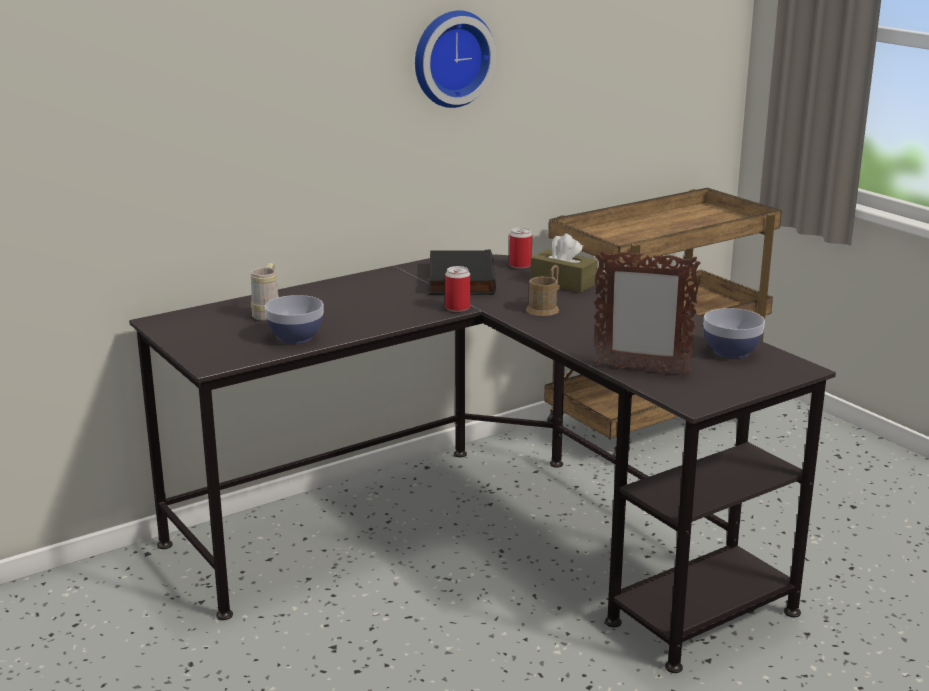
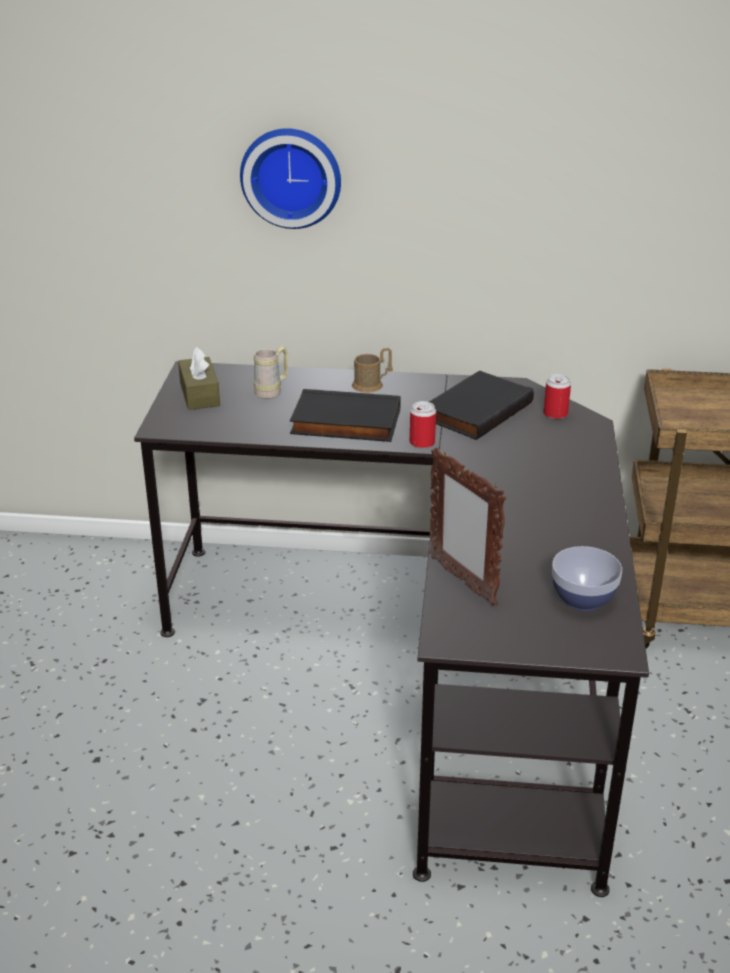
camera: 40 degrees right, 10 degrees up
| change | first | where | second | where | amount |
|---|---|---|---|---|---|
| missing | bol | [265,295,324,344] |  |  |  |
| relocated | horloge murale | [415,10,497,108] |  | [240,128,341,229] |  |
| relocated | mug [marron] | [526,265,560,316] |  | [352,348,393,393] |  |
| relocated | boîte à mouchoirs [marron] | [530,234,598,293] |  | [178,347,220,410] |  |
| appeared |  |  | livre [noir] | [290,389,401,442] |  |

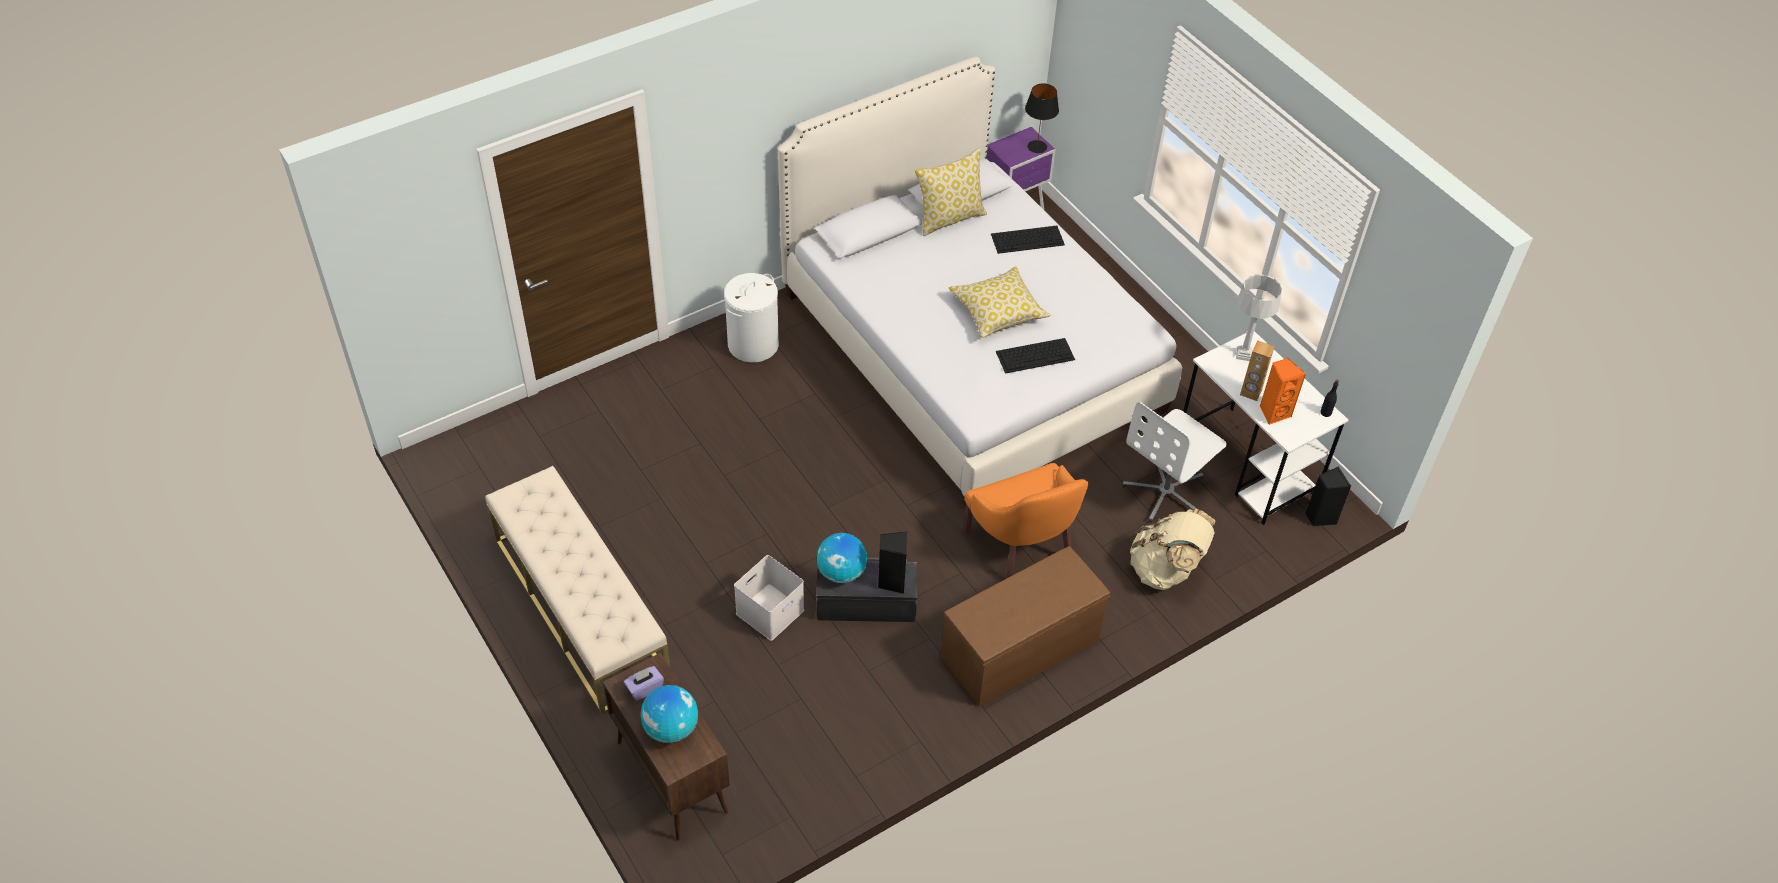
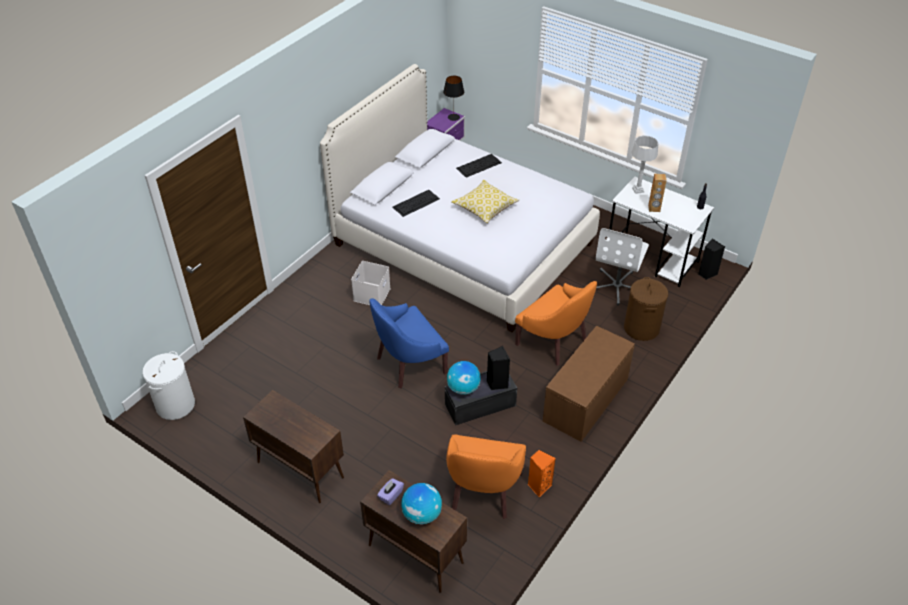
camera: 20 degrees left, 5 degrees down
| change | first | where | second | where | amount |
|---|---|---|---|---|---|
| exchanged | banc [beige] | [485,466,670,715] | meuble de rangement [marron] | [243,390,344,503] |  |
| relocated | panier à linge [blanc] | [724,273,779,363] |  | [142,351,195,420] |  |
| relocated | boîte de rangement [blanc] | [734,555,804,641] |  | [351,261,391,305] |  |
| missing | coussin | [915,148,987,236] |  |  |  |
| relocated | clavier | [996,338,1075,373] |  | [392,190,440,217] |  |
| exchanged | sac à dos [beige] | [1130,509,1216,590] | panier à linge [marron] | [624,277,668,341] |  |
| relocated | enceinte [orange] | [1260,358,1306,425] |  | [528,450,556,497] |  |
| appeared |  |  | fauteuil [bleu] | [369,298,449,389] |  |
| appeared |  |  | fauteuil [orange] | [446,435,526,519] |  |

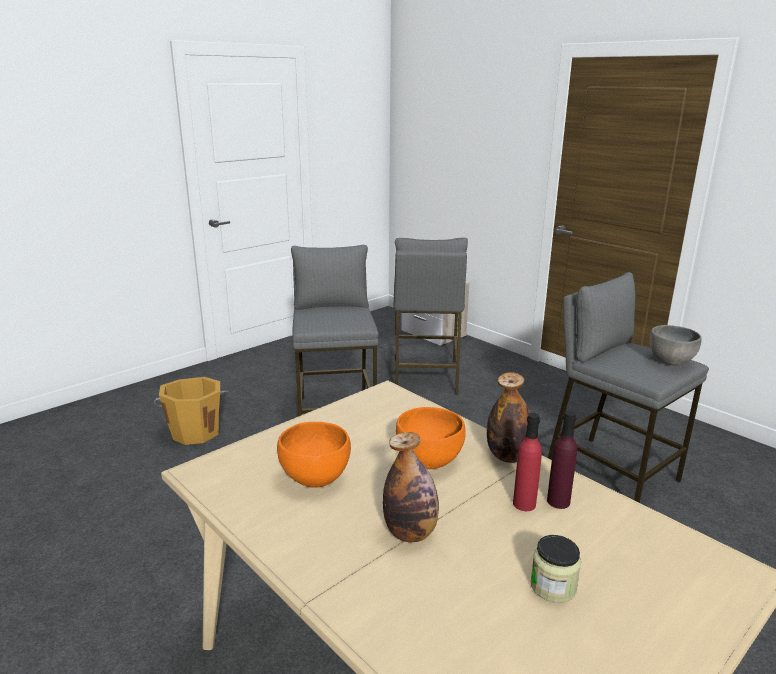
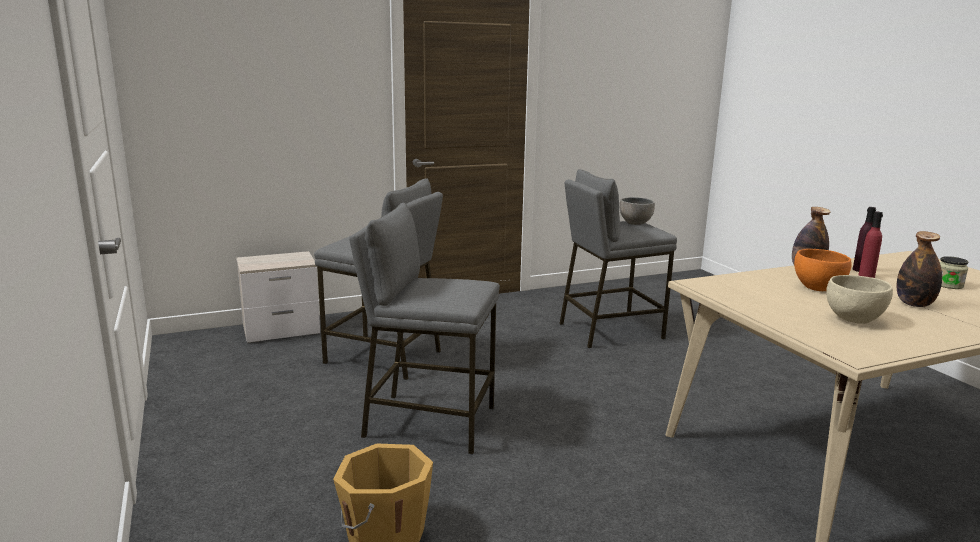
camera: 70 degrees left, 5 degrees down
| change | first | where | second | where | amount |
|---|---|---|---|---|---|
| colour | bol [orange] | [277,422,351,488] | bol [beige] | [826,275,893,324] |  |

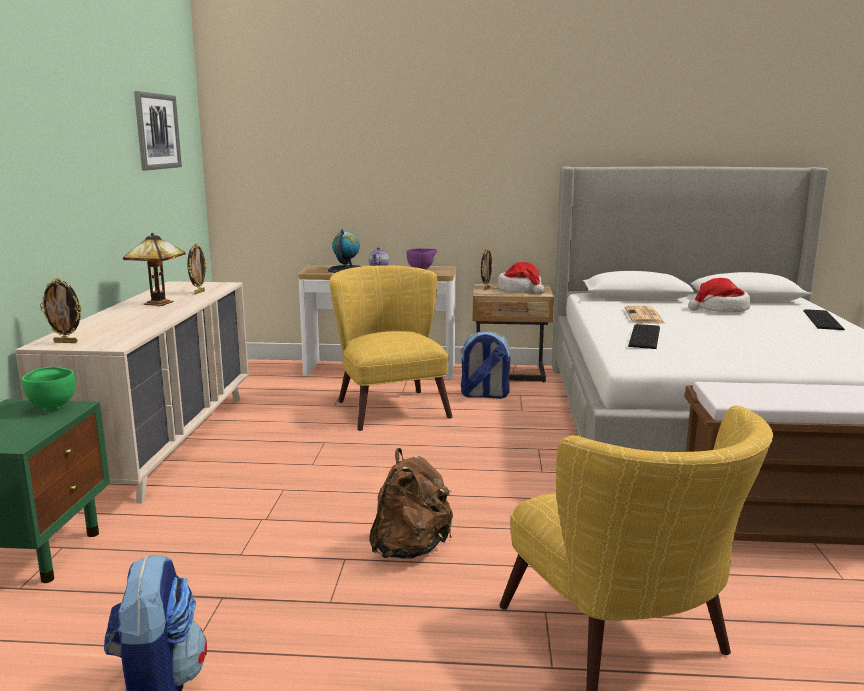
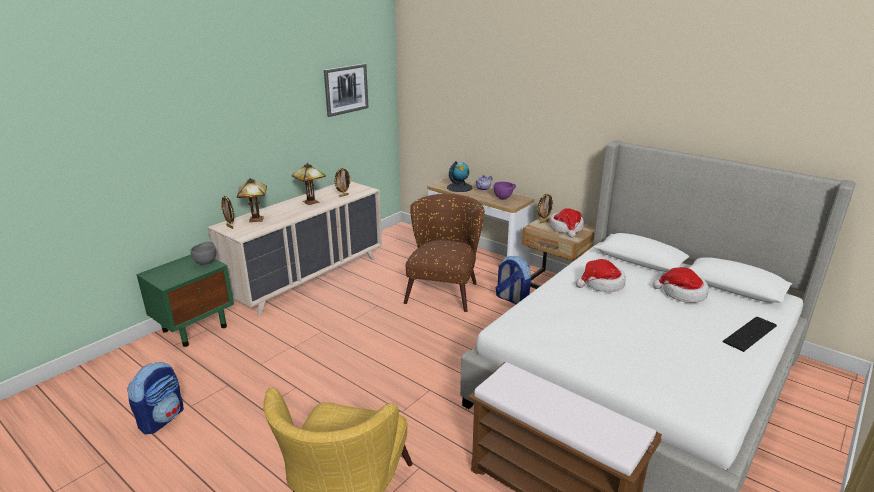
camera: 35 degrees right, 10 degrees up
| change | first | where | second | where | amount |
|---|---|---|---|---|---|
| colour | bol [vert] | [22,367,75,411] | bol [gris] | [190,242,216,266] |  |
| colour | fauteuil [jaune] | [330,265,452,431] | fauteuil [marron] | [404,194,485,312] |  |
| missing | sac à dos [marron] | [369,448,453,559] |  |  |  |
| exchanged | journal | [625,305,665,324] | chapeau | [576,259,626,292] |  |
| missing | clavier | [628,324,660,349] |  |  |  |
| appeared |  |  | lampe de table | [237,178,267,222] |  |

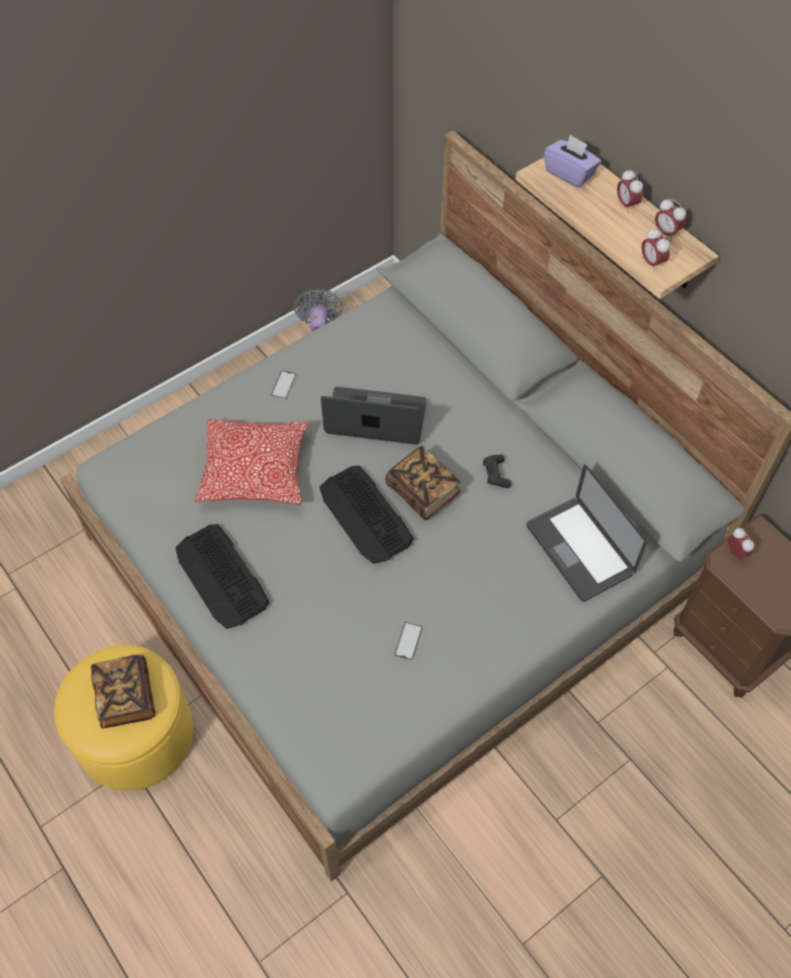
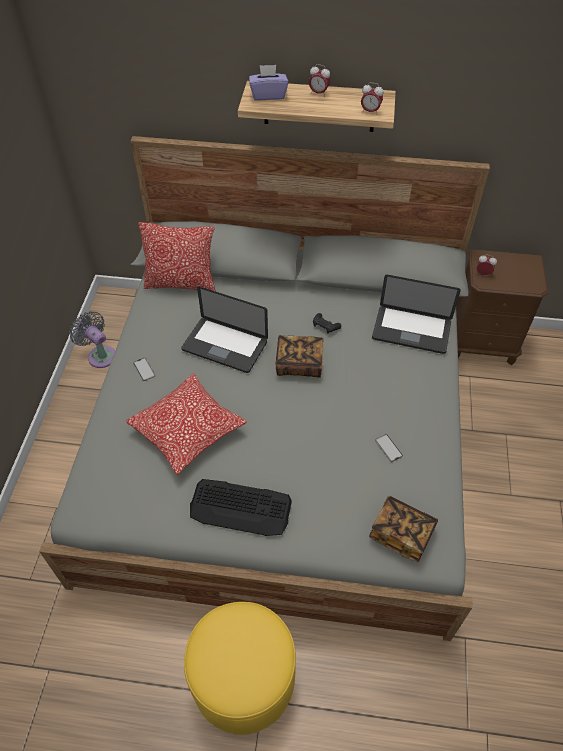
camera: 45 degrees left, 5 degrees down
| change | first | where | second | where | amount |
|---|---|---|---|---|---|
| relocated | livre | [91,654,156,729] |  | [369,496,438,562] |  |
| missing | clavier | [319,466,414,564] |  |  |  |
| spun | ordinateur portable | [321,387,427,444] |  | [181,286,268,373] | 120 degrees counterclockwise |
| missing | réveil | [655,199,686,241] |  |  |  |
| appeared |  |  | coussin | [138,222,215,291] |  |

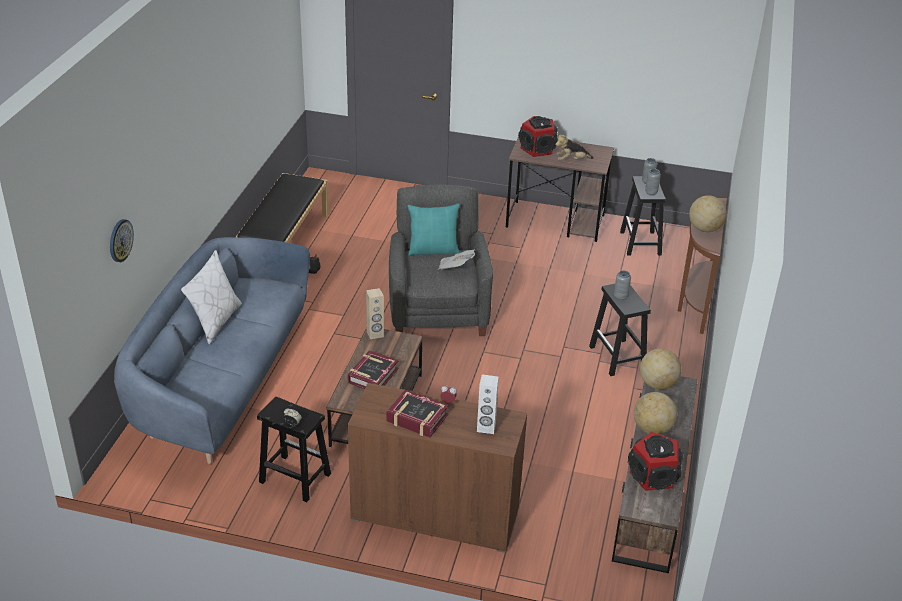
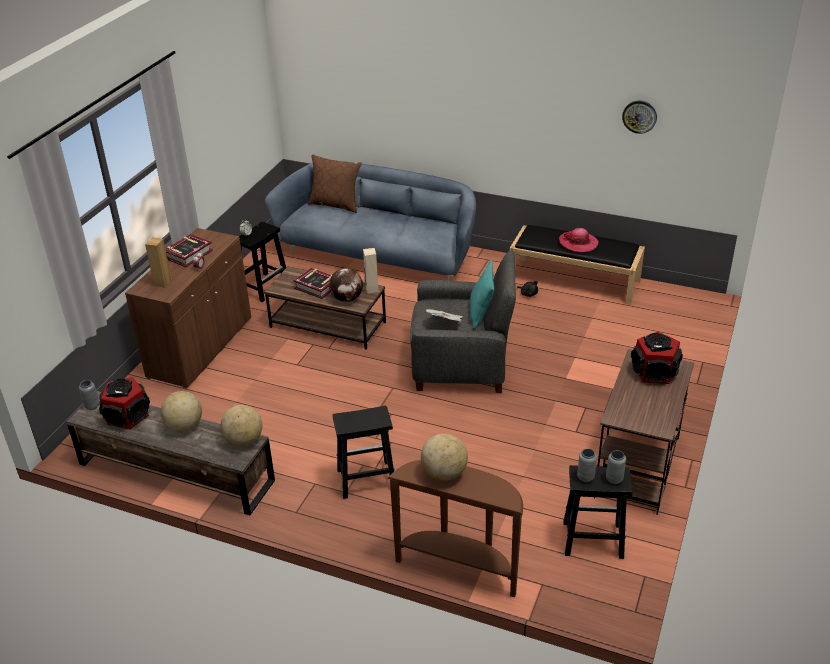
camera: 100 degrees right, 0 degrees up
| change | first | where | second | where | amount |
|---|---|---|---|---|---|
| relocated | horloge murale | [110,219,134,262] |  | [622,101,657,134] |  |
| missing | coussin [blanc] | [181,250,242,344] |  |  |  |
| colour | enceinte [blanc] | [477,375,499,434] | enceinte [marron] | [145,237,172,288] |  |
| missing | peluche | [555,133,593,160] |  |  |  |
| relocated | vase [gris] | [614,270,631,300] |  | [79,380,99,410] |  |
| appeared |  |  | coussin [marron] | [308,154,362,213] |  |
| appeared |  |  | globe | [329,268,363,302] |  |
| appeared |  |  | chapeau | [559,228,599,252] |  |

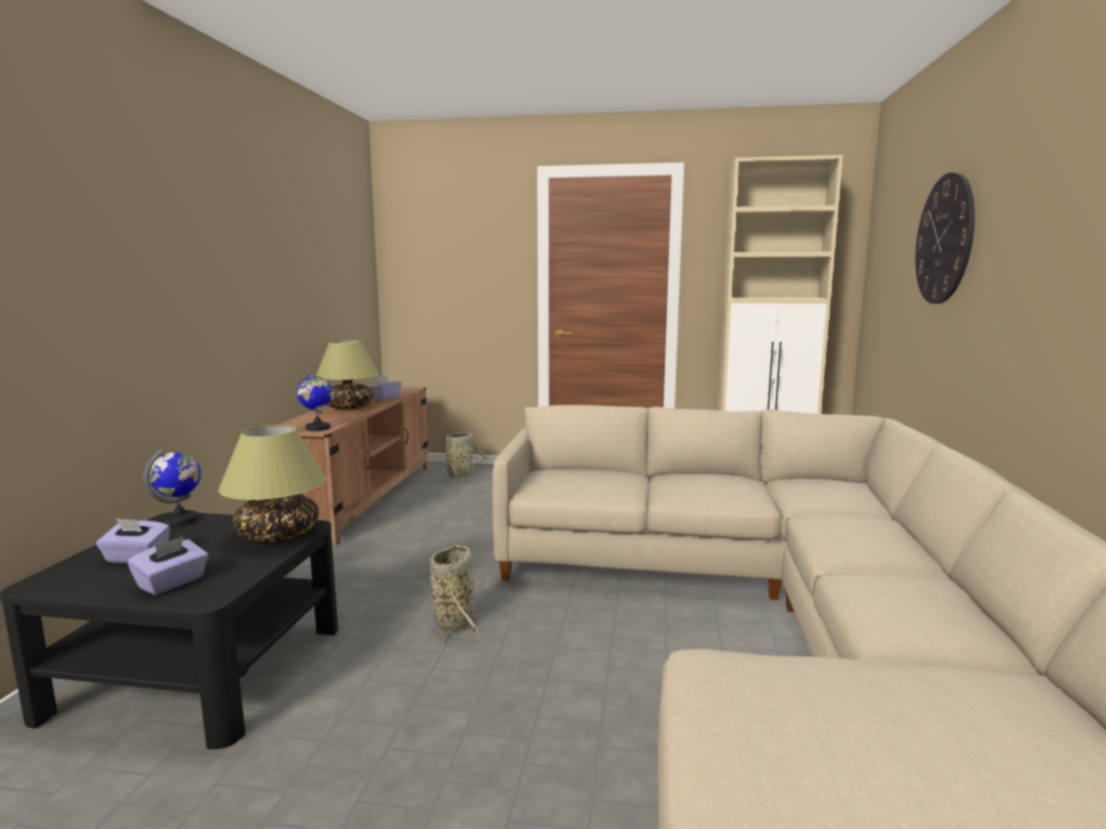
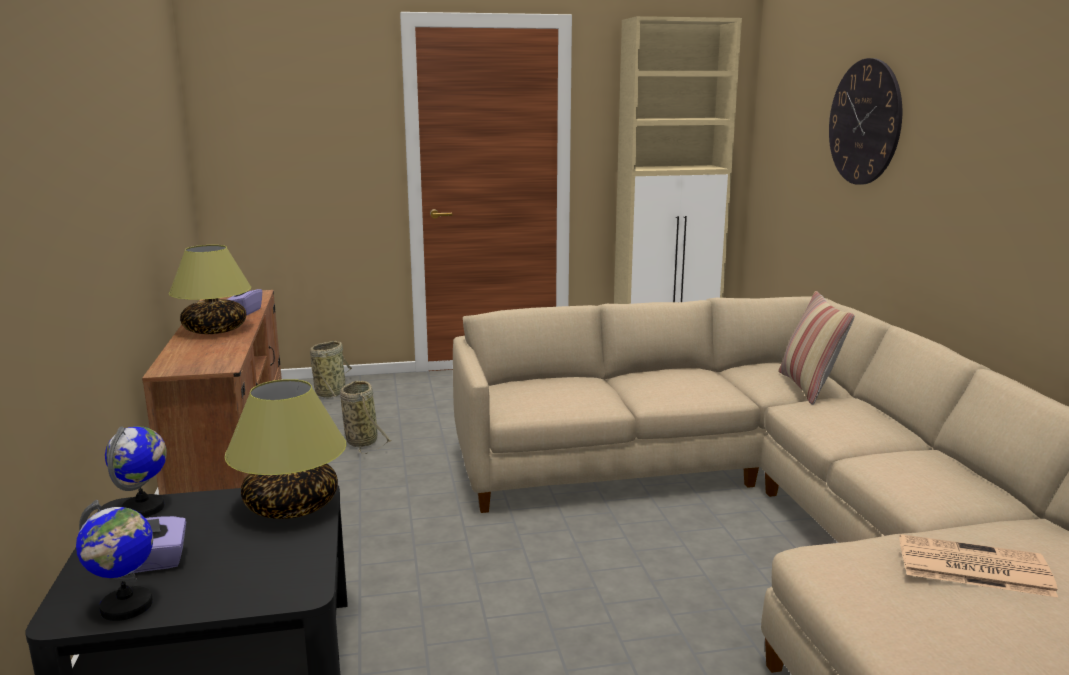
camera: 20 degrees left, 5 degrees up
| change | first | where | second | where | amount |
|---|---|---|---|---|---|
| missing | boîte à mouchoirs [violet] | [127,536,208,595] |  |  |  |
| relocated | globe | [297,371,333,431] |  | [76,500,153,621] |  |
| relocated | panier | [430,545,480,644] |  | [340,381,391,454] |  |
| appeared |  |  | coussin | [778,291,855,405] |  |
| appeared |  |  | journal | [900,534,1058,597] |  |

